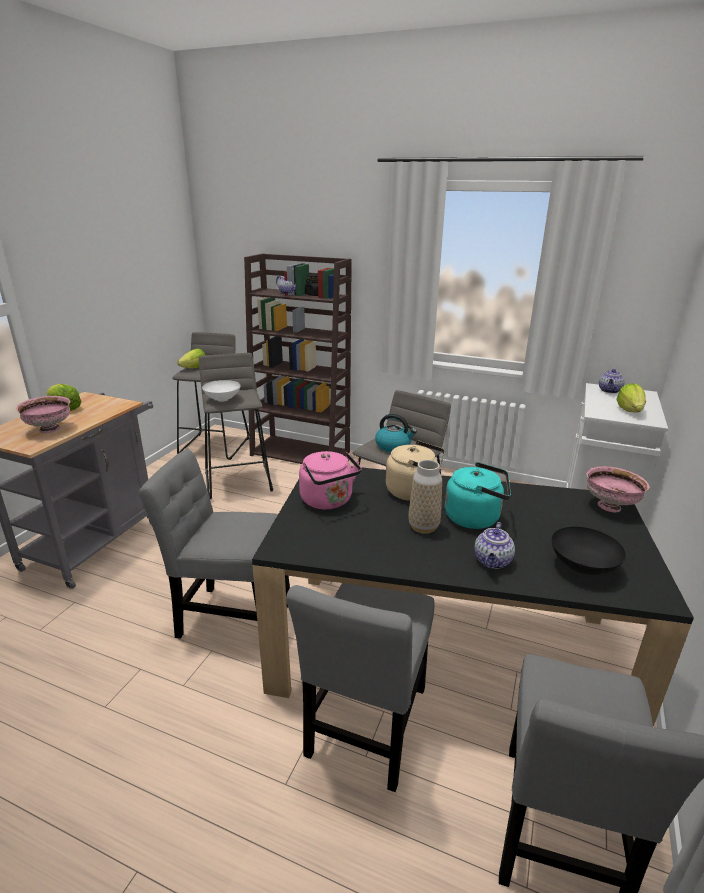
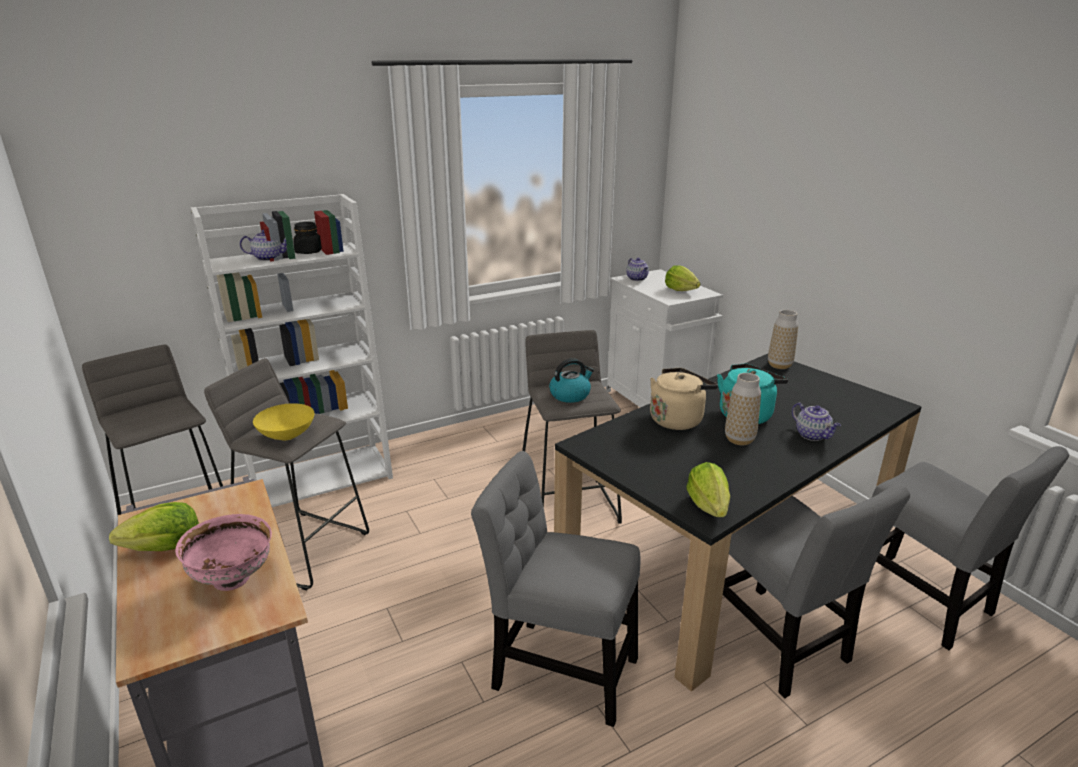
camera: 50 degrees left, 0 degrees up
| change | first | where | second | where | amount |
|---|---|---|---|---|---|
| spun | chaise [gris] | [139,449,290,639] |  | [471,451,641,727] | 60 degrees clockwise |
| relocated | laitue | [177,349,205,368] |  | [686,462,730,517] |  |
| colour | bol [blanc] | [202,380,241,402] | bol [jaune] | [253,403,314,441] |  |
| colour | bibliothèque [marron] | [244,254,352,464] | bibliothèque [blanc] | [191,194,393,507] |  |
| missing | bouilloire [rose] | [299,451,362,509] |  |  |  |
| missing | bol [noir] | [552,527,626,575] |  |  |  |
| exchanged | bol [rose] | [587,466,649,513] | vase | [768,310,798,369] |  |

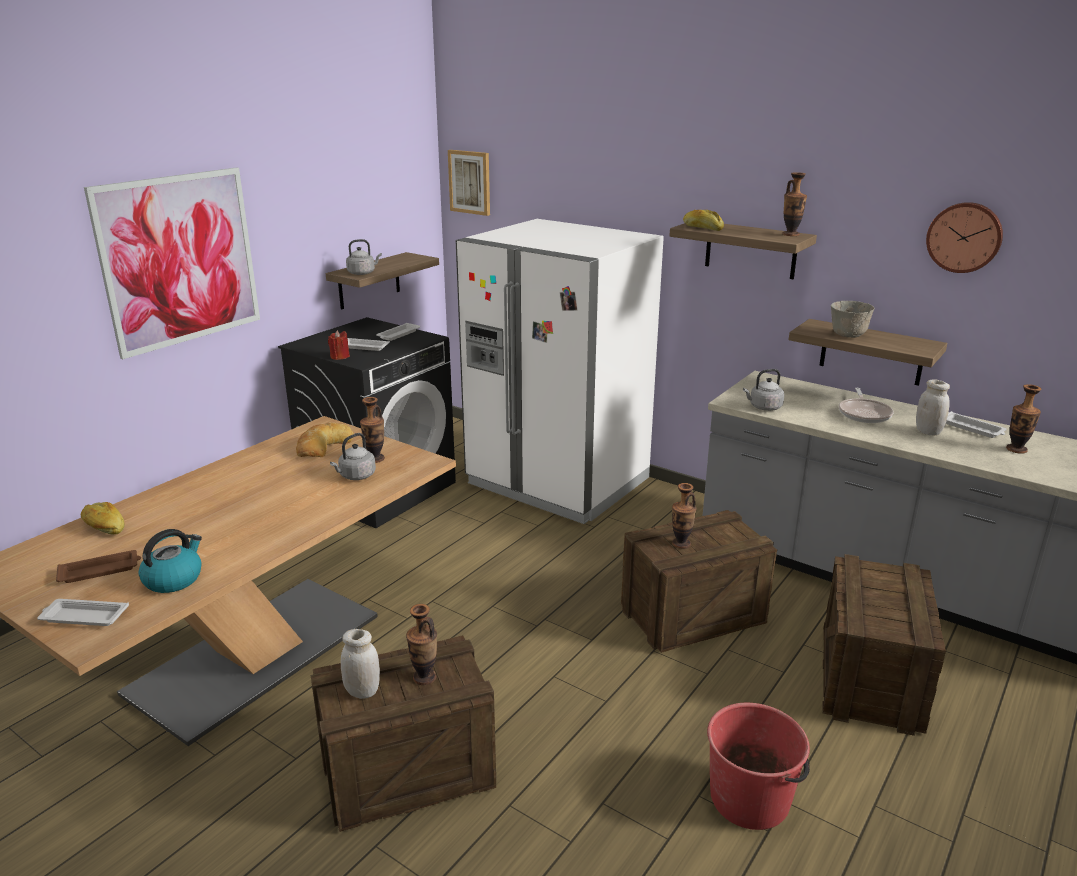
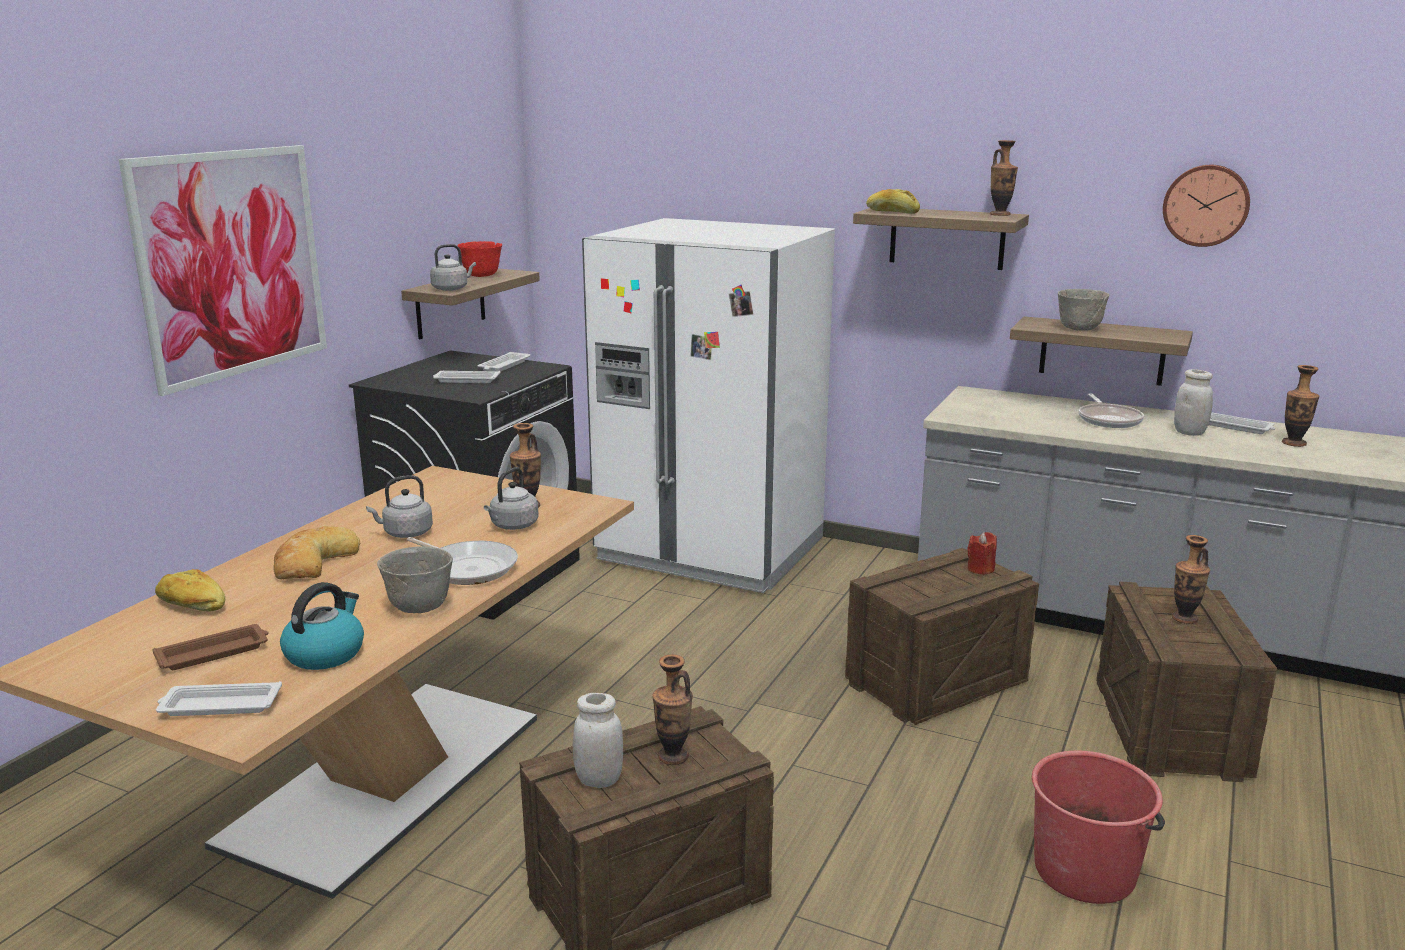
camera: 10 degrees left, 5 degrees down
| change | first | where | second | where | amount |
|---|---|---|---|---|---|
| relocated | pain | [296,422,354,457] |  | [273,525,360,579] |  |
| relocated | bougie [rouge] | [328,330,350,360] |  | [967,532,997,575] |  |
| missing | tableau | [448,150,490,216] |  |  |  |
| relocated | vase | [672,483,696,549] |  | [1172,535,1210,624] |  |
| relocated | bouilloire [gris] | [743,369,784,411] |  | [366,475,433,538] |  |
| appeared |  |  | bol [gris] | [377,546,453,613] |  |
| appeared |  |  | poêle | [407,537,518,585] |  |
| appeared |  |  | bol [rouge] | [457,241,502,277] |  |

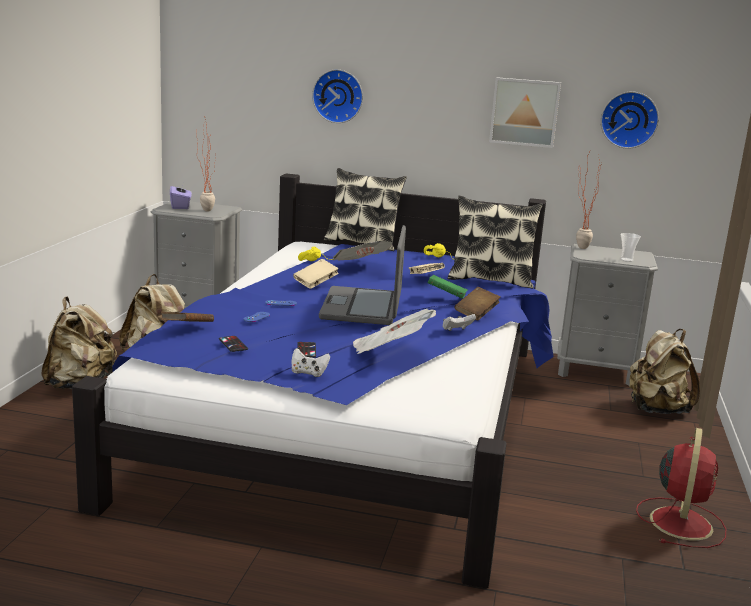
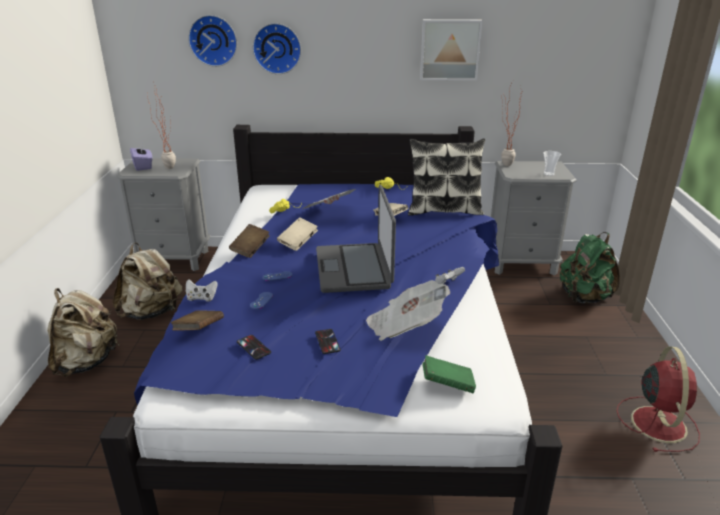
camera: 10 degrees left, 10 degrees up
| change | first | where | second | where | amount |
|---|---|---|---|---|---|
| relocated | manette [blanc] | [292,348,330,377] |  | [186,279,218,302] |  |
| missing | coussin | [324,168,407,251] |  |  |  |
| relocated | livre [vert] | [427,275,467,299] |  | [422,355,476,393] |  |
| relocated | livre [marron] | [455,287,500,320] |  | [229,224,270,258] |  |
| relocated | horloge murale | [601,91,659,149] |  | [188,15,237,67] |  |
| colour | sac à dos [beige] | [629,329,700,414] | sac à dos [vert] | [560,232,620,303] |  |

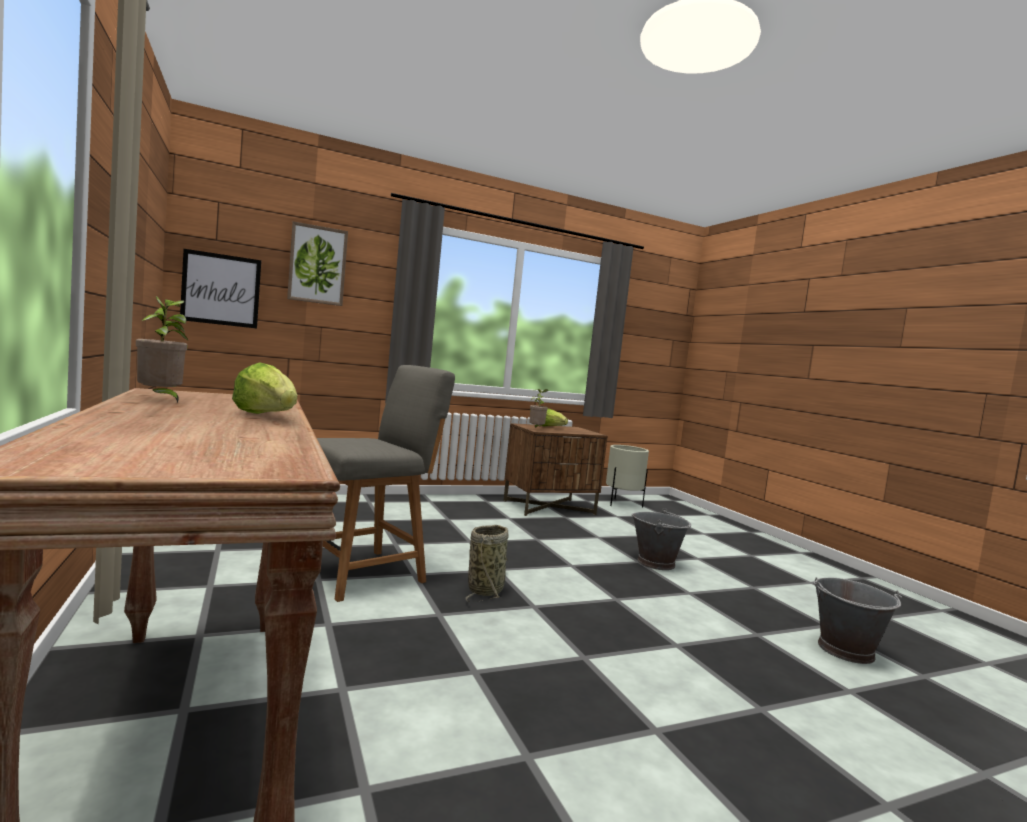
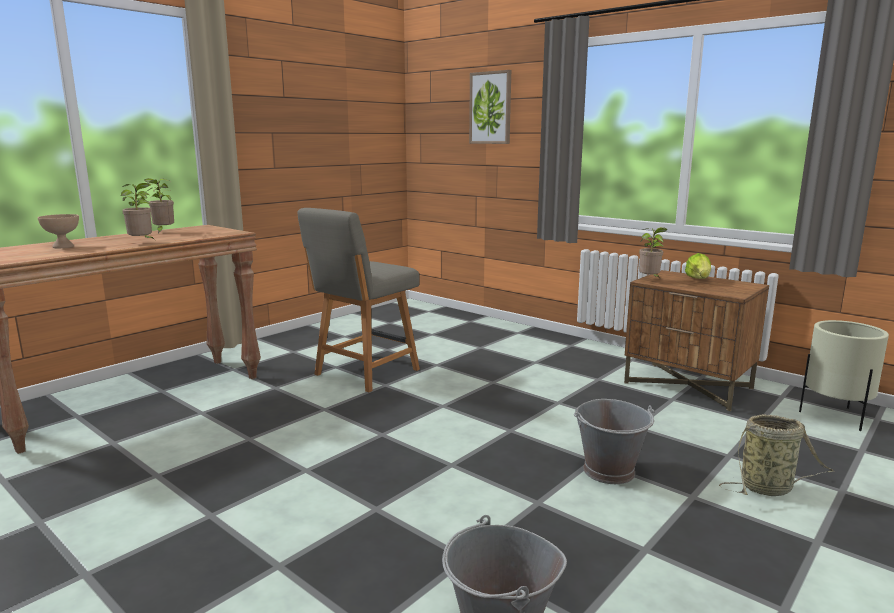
camera: 65 degrees right, 10 degrees up
| change | first | where | second | where | amount |
|---|---|---|---|---|---|
| missing | tableau | [180,249,261,328] |  |  |  |
| exchanged | laitue | [232,362,297,414] | plante en pot | [121,183,155,240] |  |
| spun | chaise [gris] | [317,365,455,602] |  | [298,208,420,392] | 105 degrees clockwise |
| relocated | panier | [465,525,509,602] |  | [719,414,834,496] |  |
| appeared |  |  | bol [beige] | [38,214,79,248] |  |

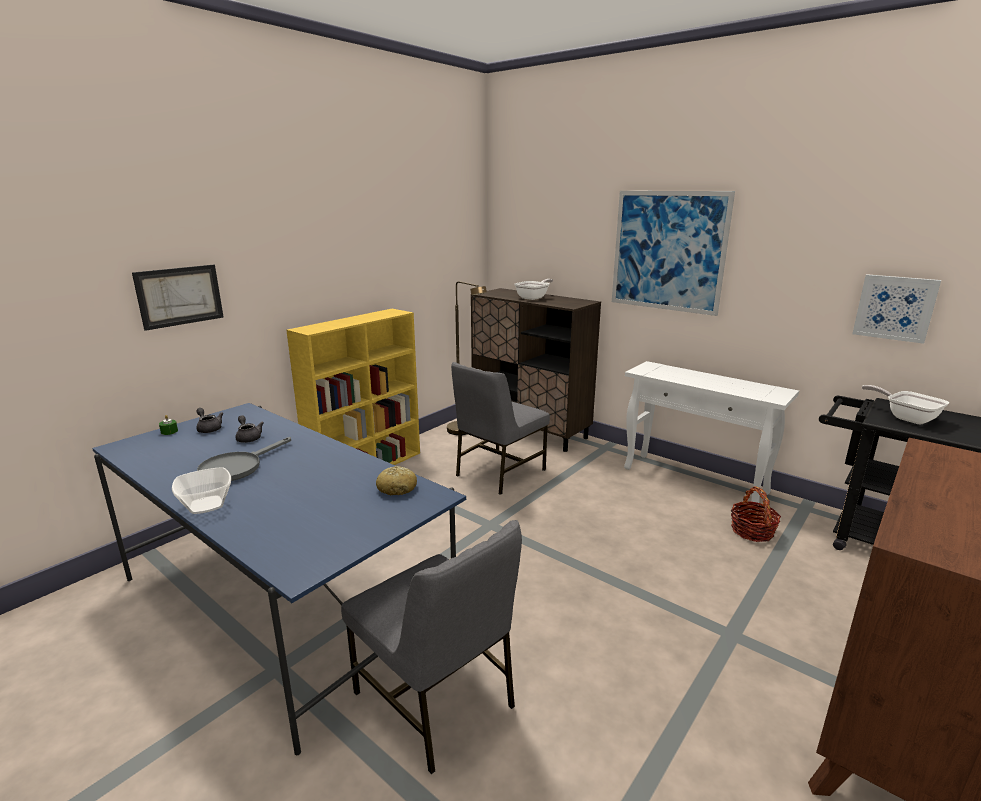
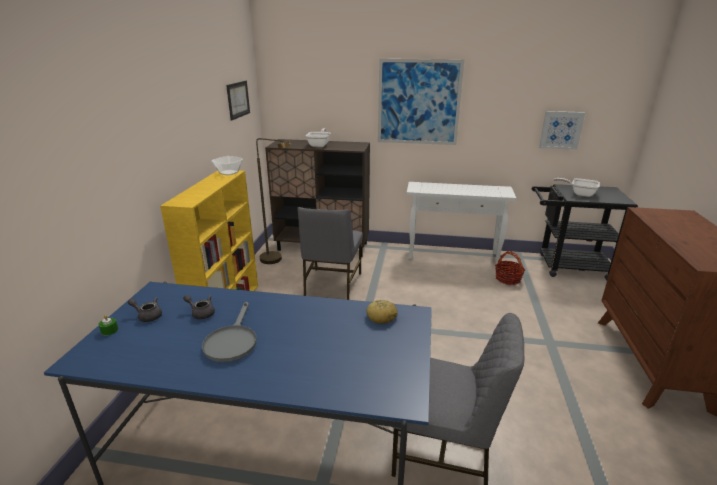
camera: 30 degrees left, 5 degrees up
| change | first | where | second | where | amount |
|---|---|---|---|---|---|
| relocated | tableau | [132,265,223,331] |  | [226,81,250,120] |  |
| relocated | bol | [172,467,231,514] |  | [211,156,243,175] |  |

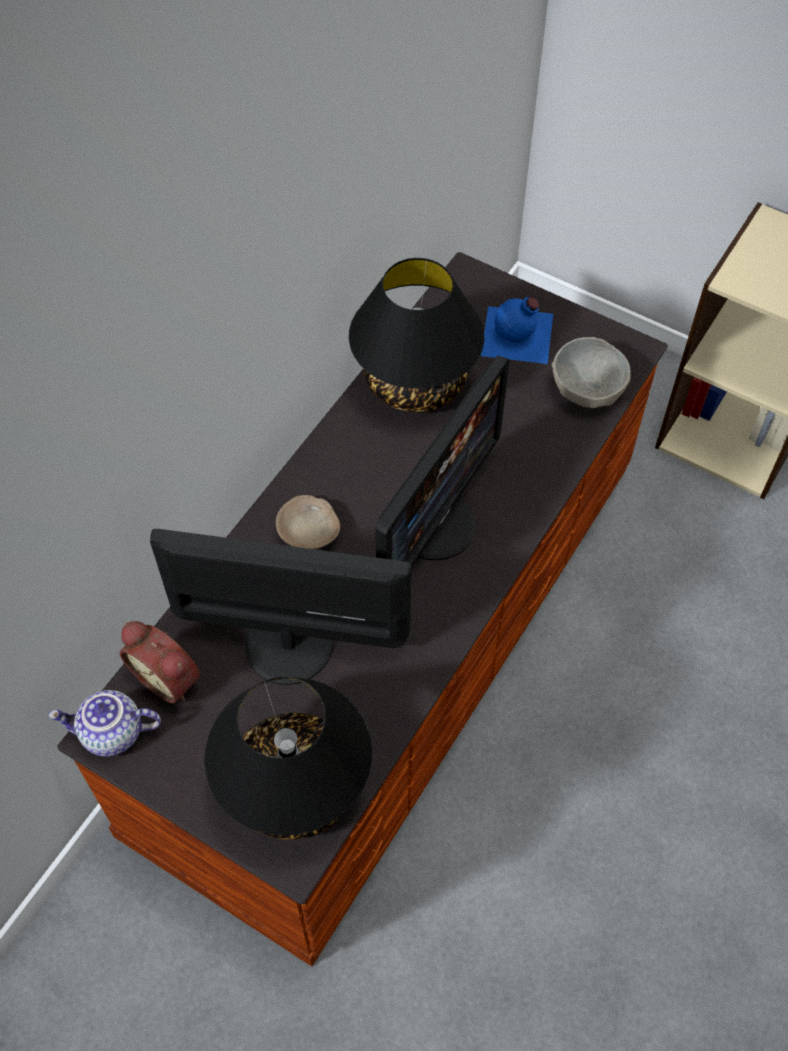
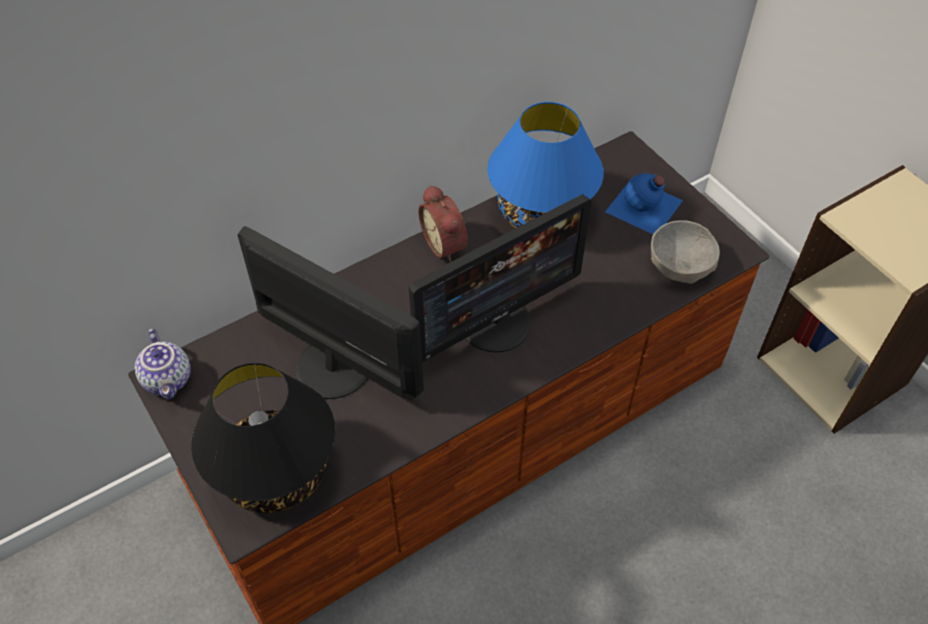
camera: 25 degrees right, 5 degrees down
| change | first | where | second | where | amount |
|---|---|---|---|---|---|
| spun | théière | [48,690,161,757] |  | [135,328,191,399] | 135 degrees counterclockwise |
| relocated | réveil | [120,621,200,704] |  | [418,185,468,262] |  |
| missing | bol [beige] | [276,495,340,549] |  |  |  |
| colour | lampe de table [noir] | [349,258,484,412] | lampe de table [bleu] | [487,102,604,228] |  |

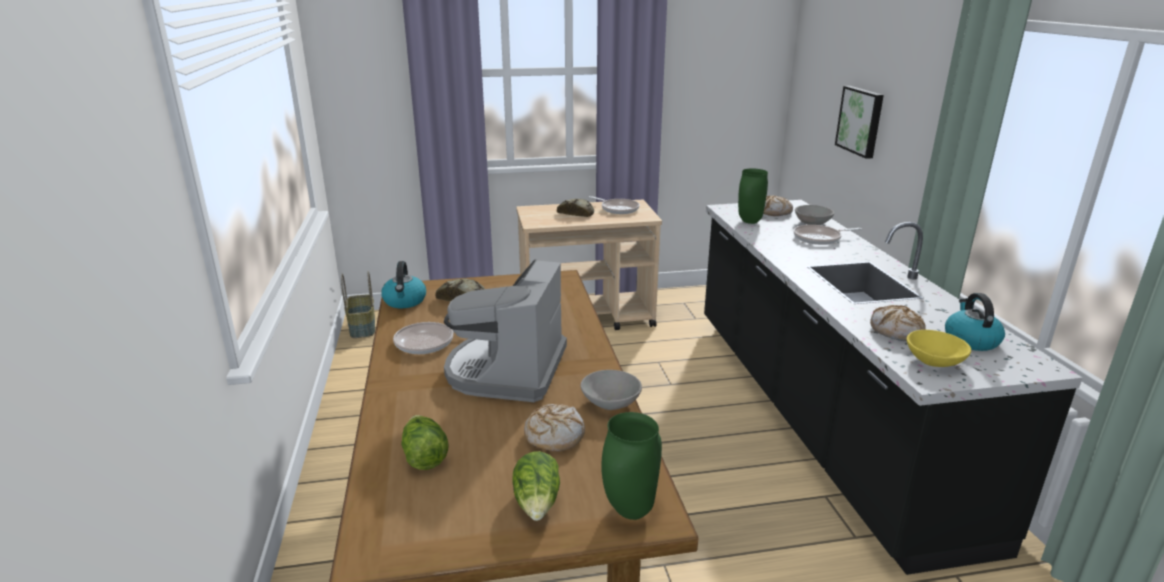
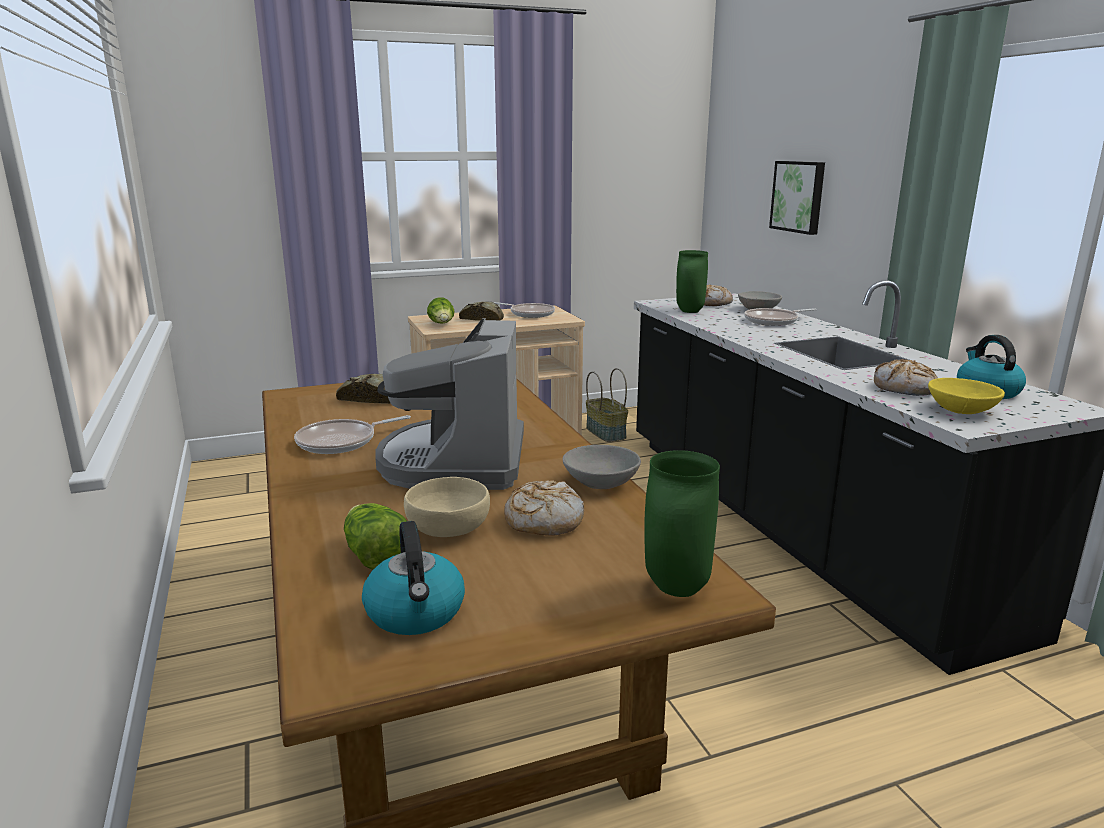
camera: 10 degrees left, 5 degrees down
| change | first | where | second | where | amount |
|---|---|---|---|---|---|
| relocated | panier | [341,271,375,338] |  | [586,368,628,442] |  |
| relocated | bouilloire | [381,261,426,308] |  | [362,521,465,635] |  |
| relocated | laitue | [512,451,560,521] |  | [427,297,455,324] |  |
| appeared |  |  | bol [beige] | [404,477,490,537] |  |

